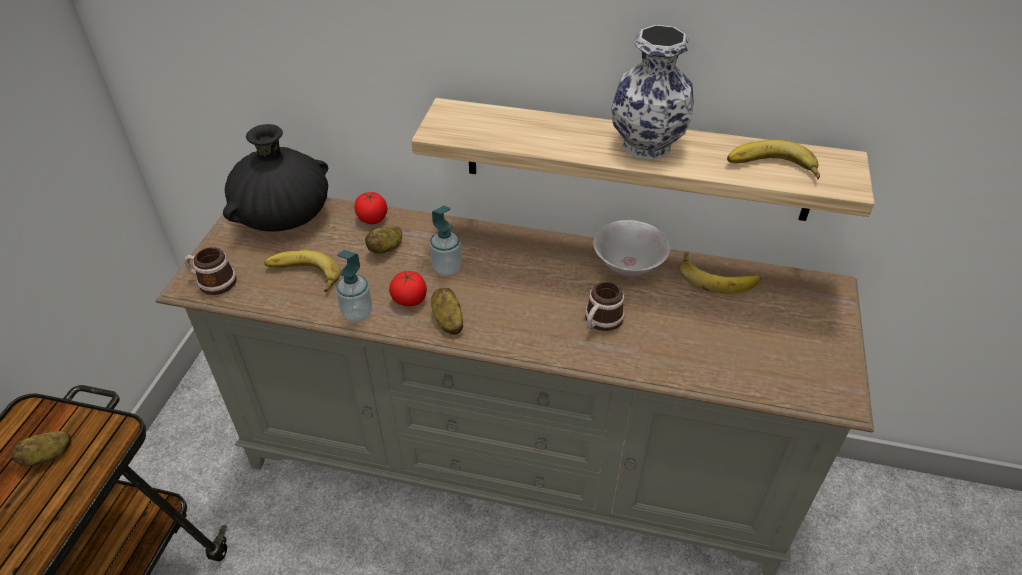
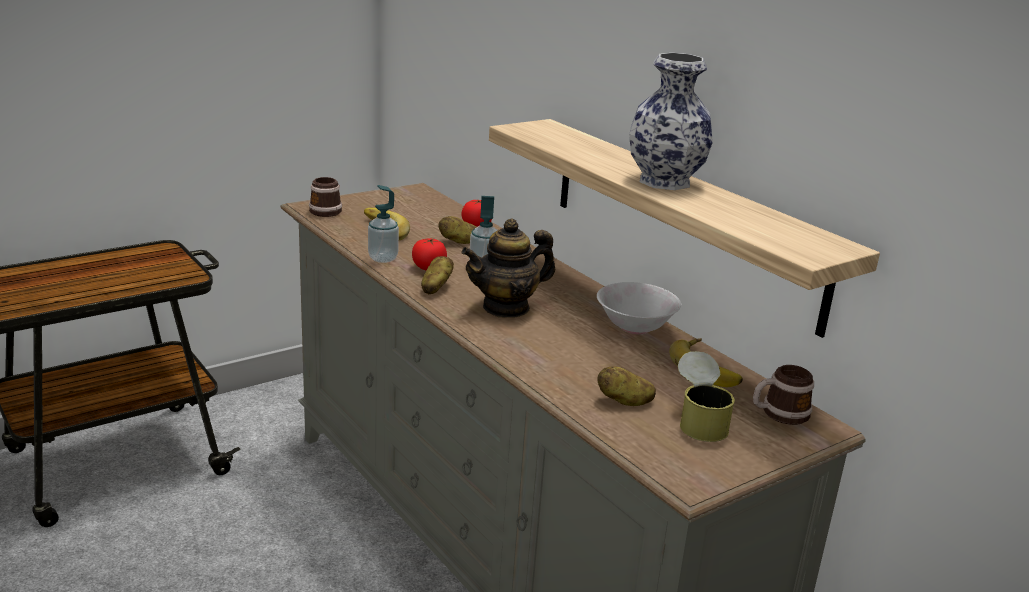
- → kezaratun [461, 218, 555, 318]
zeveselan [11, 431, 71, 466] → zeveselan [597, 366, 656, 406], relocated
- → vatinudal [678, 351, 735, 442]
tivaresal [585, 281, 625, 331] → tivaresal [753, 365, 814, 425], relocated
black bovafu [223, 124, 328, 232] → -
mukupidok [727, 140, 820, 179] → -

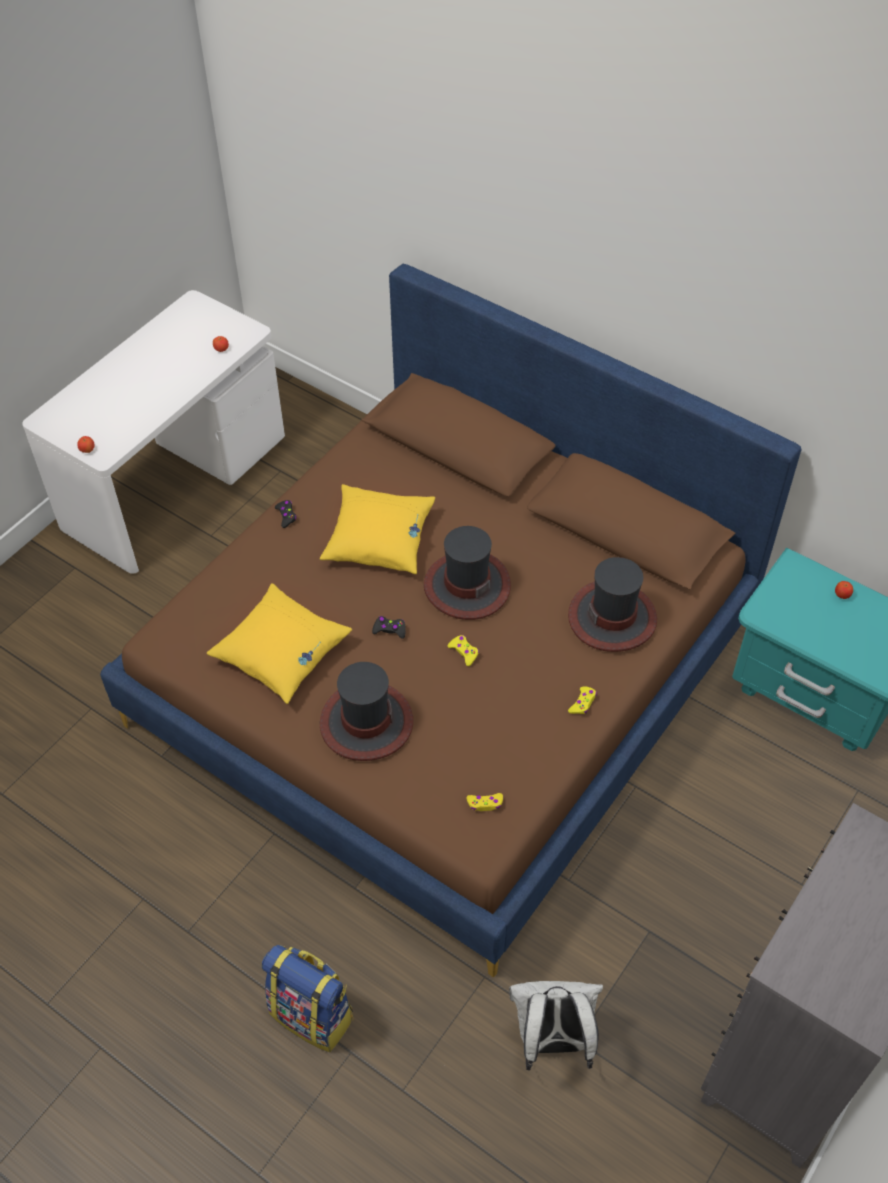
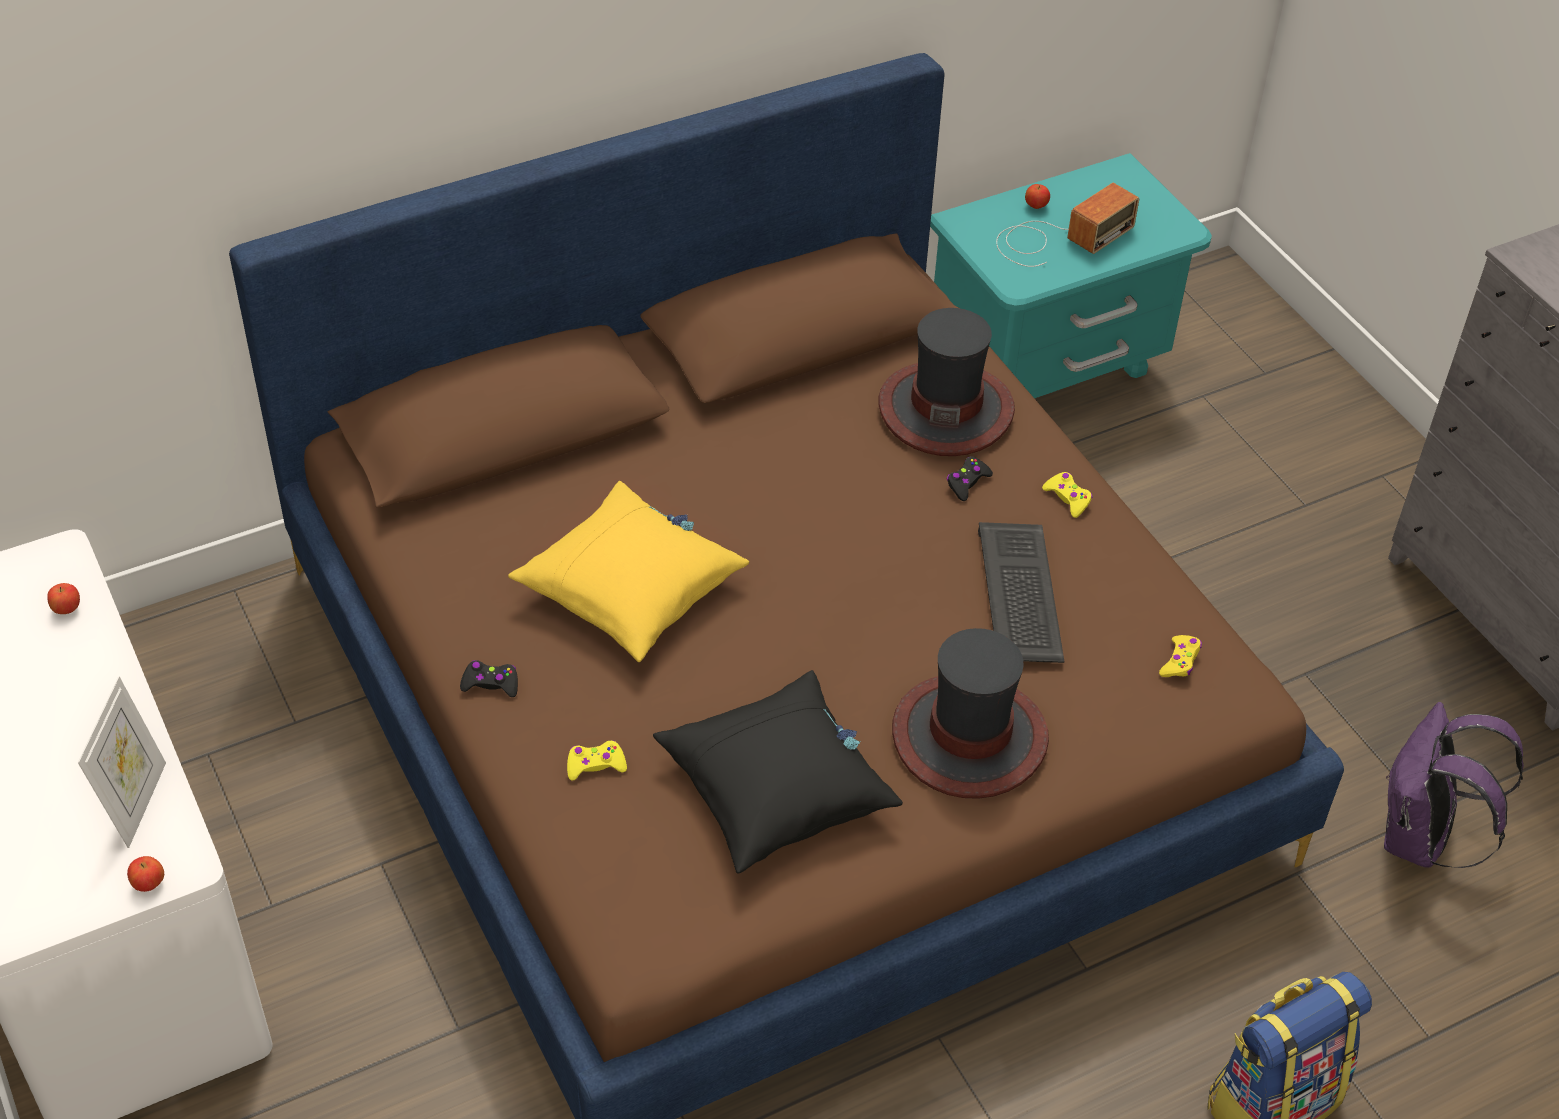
- → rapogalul [78, 676, 166, 848]
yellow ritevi [448, 635, 479, 666] → yellow ritevi [567, 741, 627, 781], relocated
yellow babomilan [207, 583, 352, 704] → black babomilan [653, 670, 903, 874]
black ritevi [372, 616, 406, 639] → black ritevi [947, 456, 993, 501], relocated
- → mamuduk [978, 522, 1065, 663]
- → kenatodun [996, 183, 1139, 267]
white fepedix [509, 981, 603, 1071] → purple fepedix [1384, 702, 1524, 868]
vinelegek [424, 526, 511, 620] → -

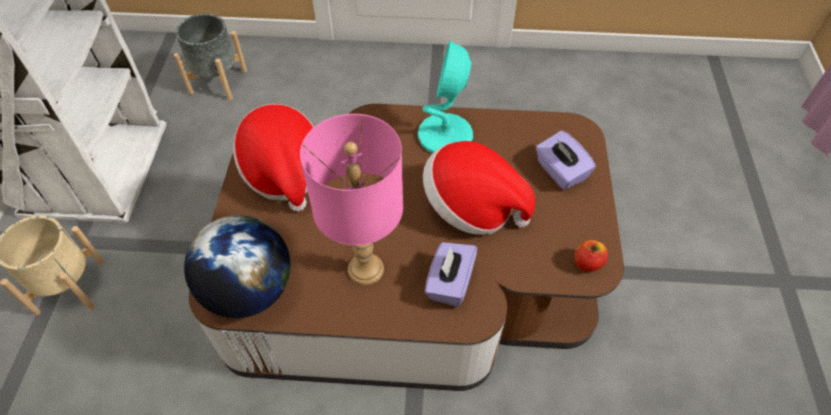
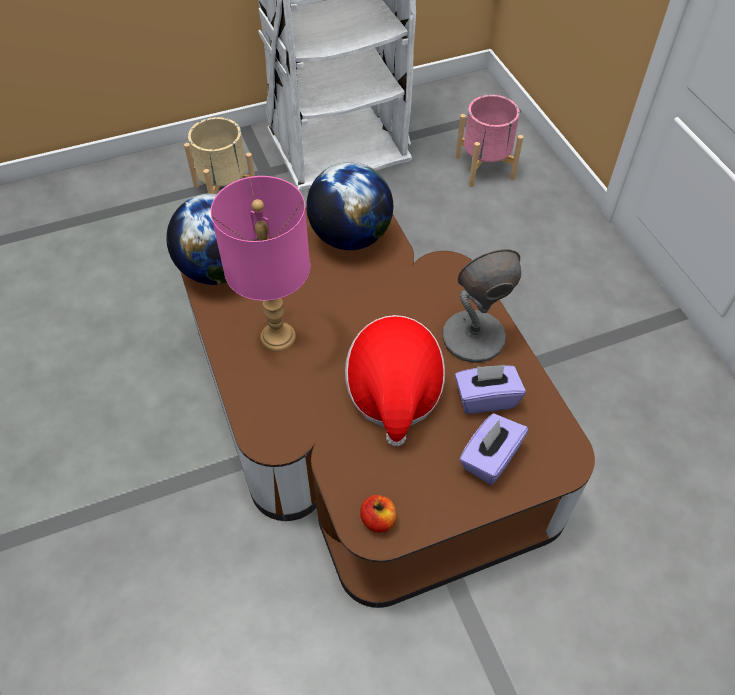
vinelegek [233, 104, 314, 212] → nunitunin [306, 162, 393, 250]
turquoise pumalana [418, 40, 473, 153] → grey pumalana [442, 249, 521, 363]
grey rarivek [174, 14, 247, 100] → pink rarivek [455, 95, 523, 187]
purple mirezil [425, 242, 477, 307] → purple mirezil [455, 365, 526, 414], relocated

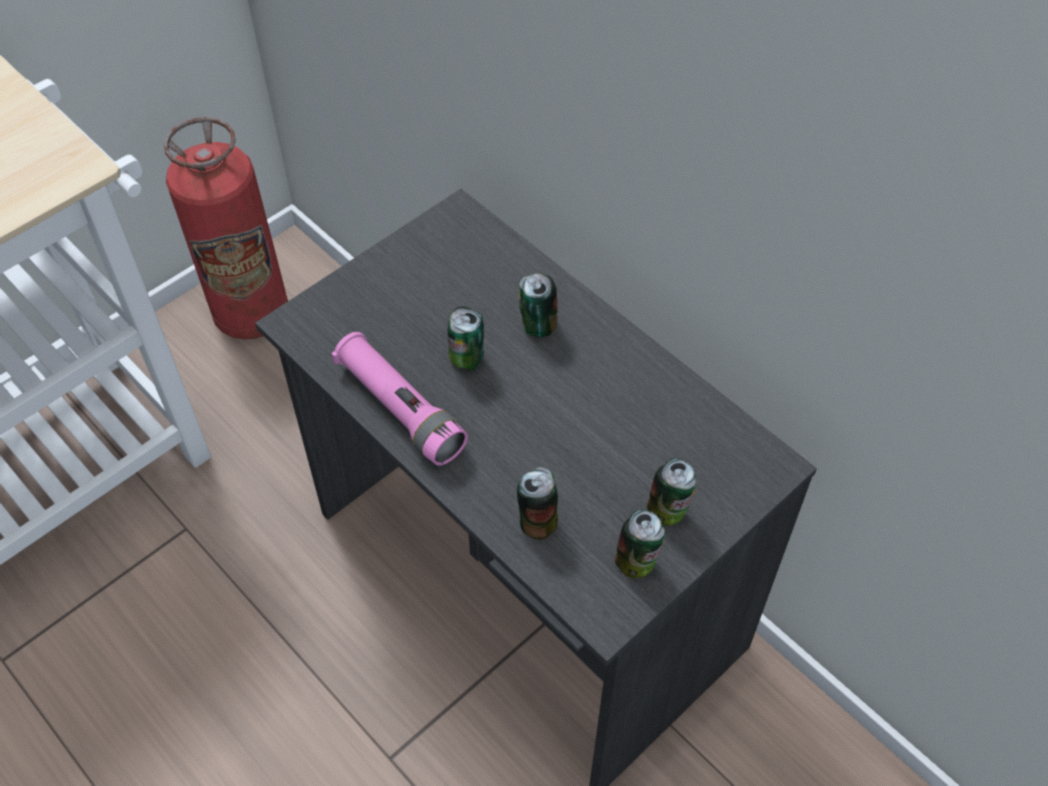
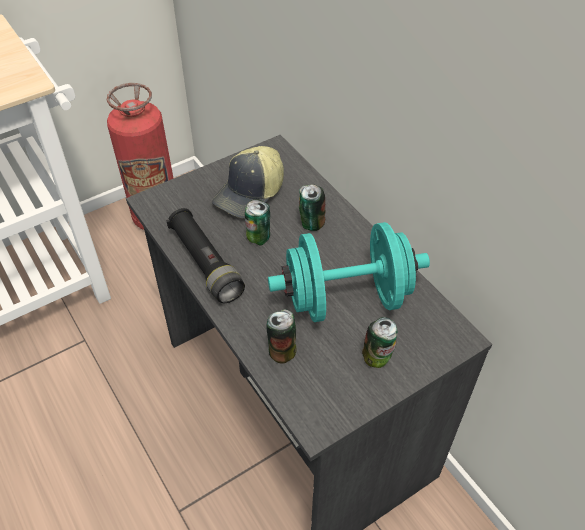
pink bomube [332, 332, 468, 466] → black bomube [166, 208, 245, 303]
- → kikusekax [212, 146, 284, 219]
- → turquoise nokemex [268, 222, 430, 322]
vatinudal [615, 510, 665, 578] → -

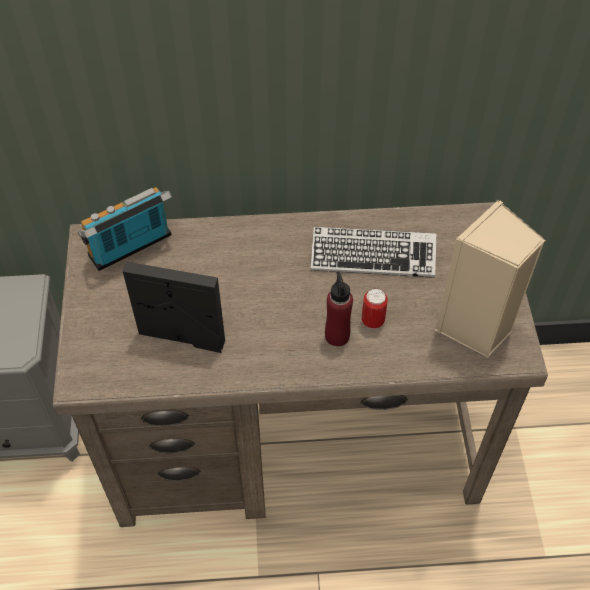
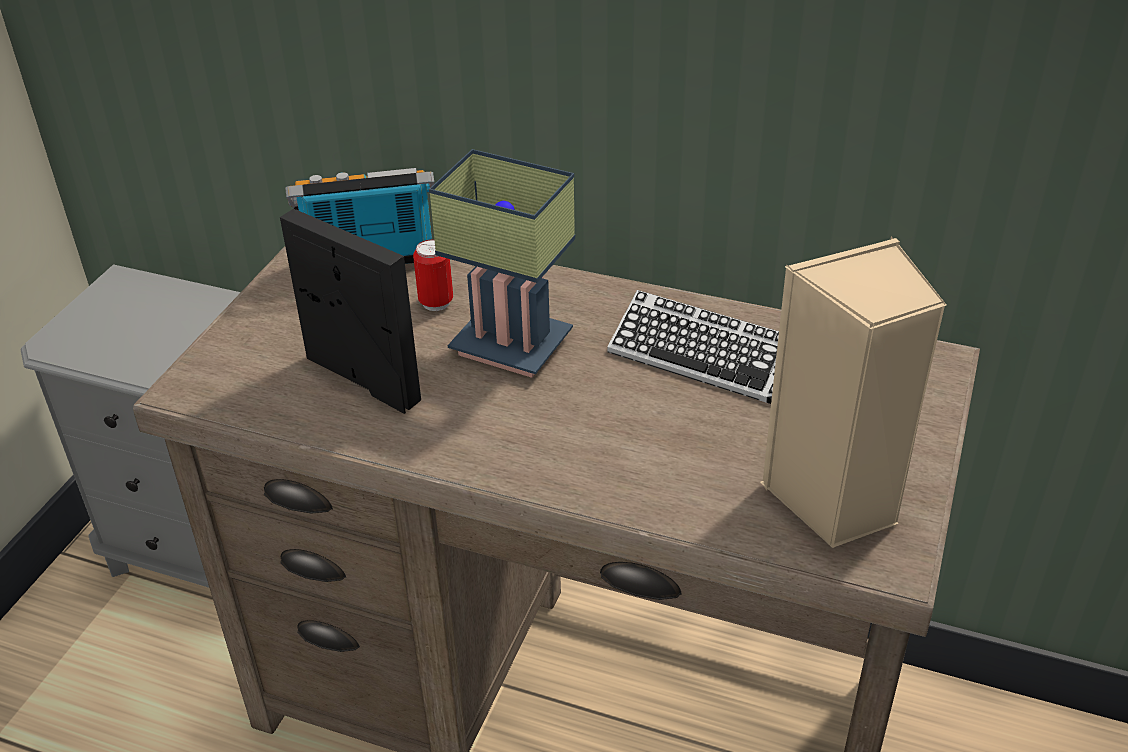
vatinudal [362, 288, 388, 329] → vatinudal [413, 239, 453, 311], relocated
- → pumalana [429, 149, 575, 378]
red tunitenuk [325, 272, 353, 346] → -

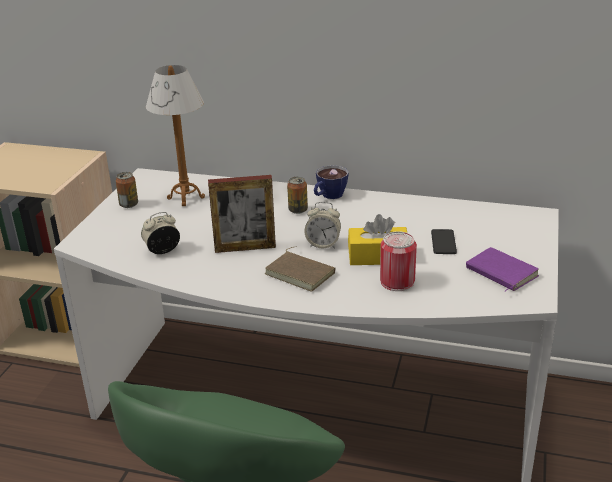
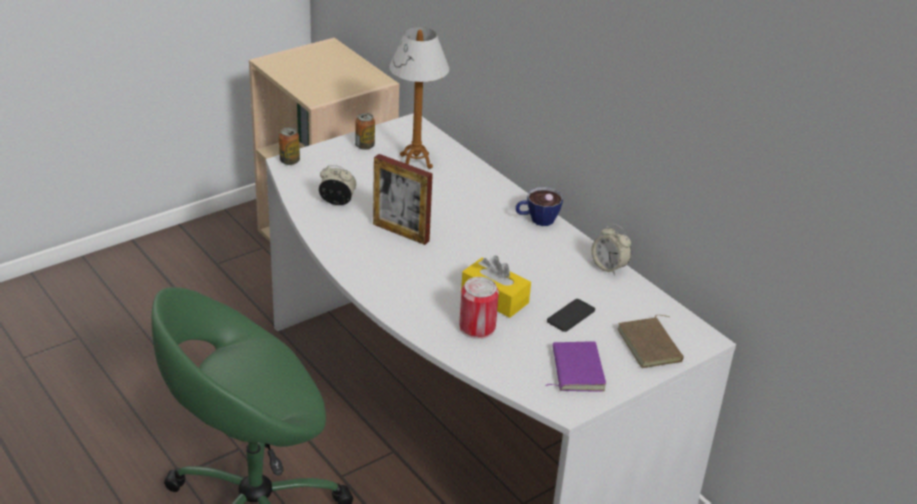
vatinudal [287, 177, 308, 214] → vatinudal [279, 127, 300, 165], relocated
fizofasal [304, 202, 341, 248] → fizofasal [591, 224, 631, 276], relocated
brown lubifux [265, 247, 335, 292] → brown lubifux [617, 315, 684, 368], relocated

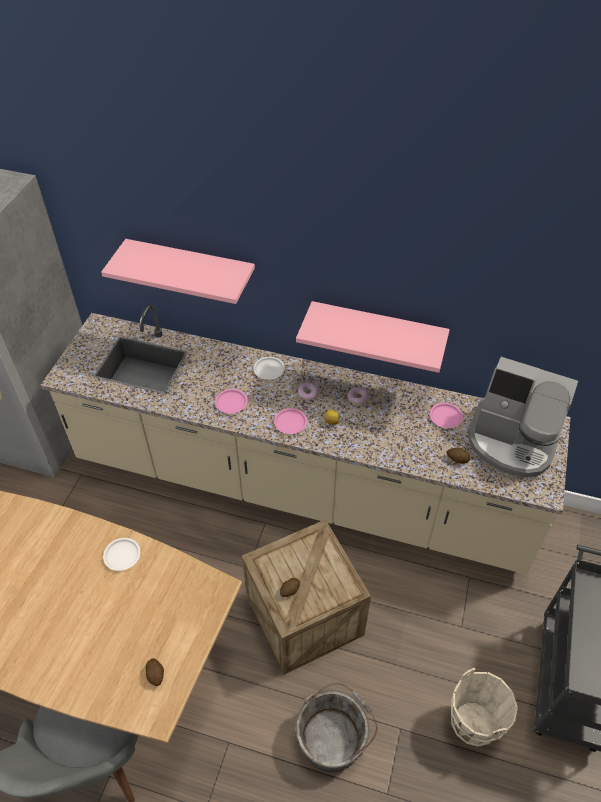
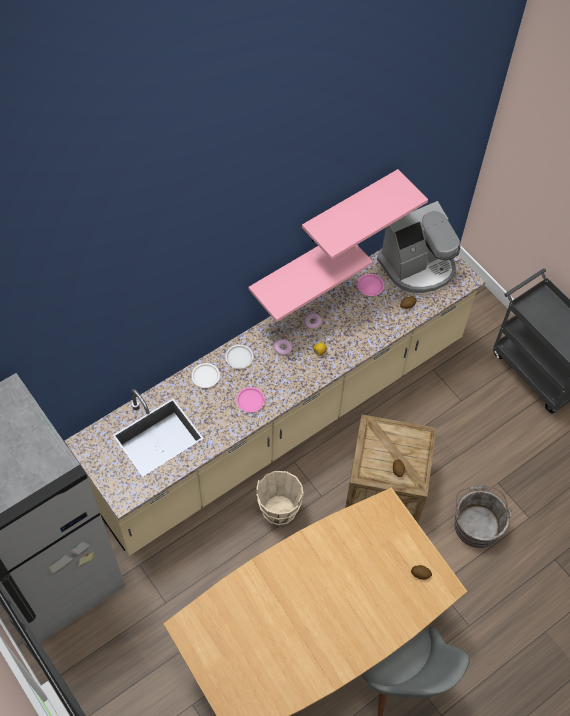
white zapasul [103, 538, 140, 571] → white zapasul [191, 363, 220, 388], relocated
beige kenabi [451, 668, 518, 747] → beige kenabi [256, 471, 304, 526], relocated
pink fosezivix [101, 239, 255, 304] → pink fosezivix [302, 169, 428, 260], relocated
pink zapasul [274, 408, 307, 434] → -

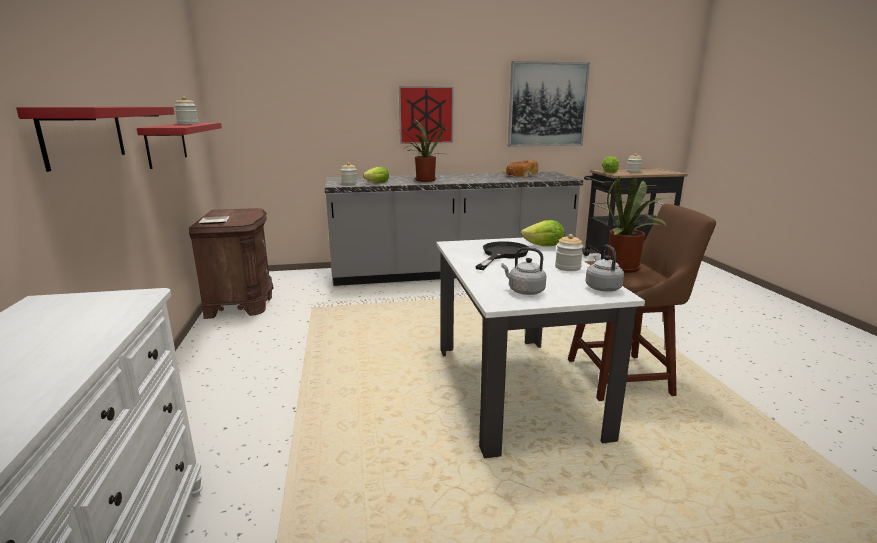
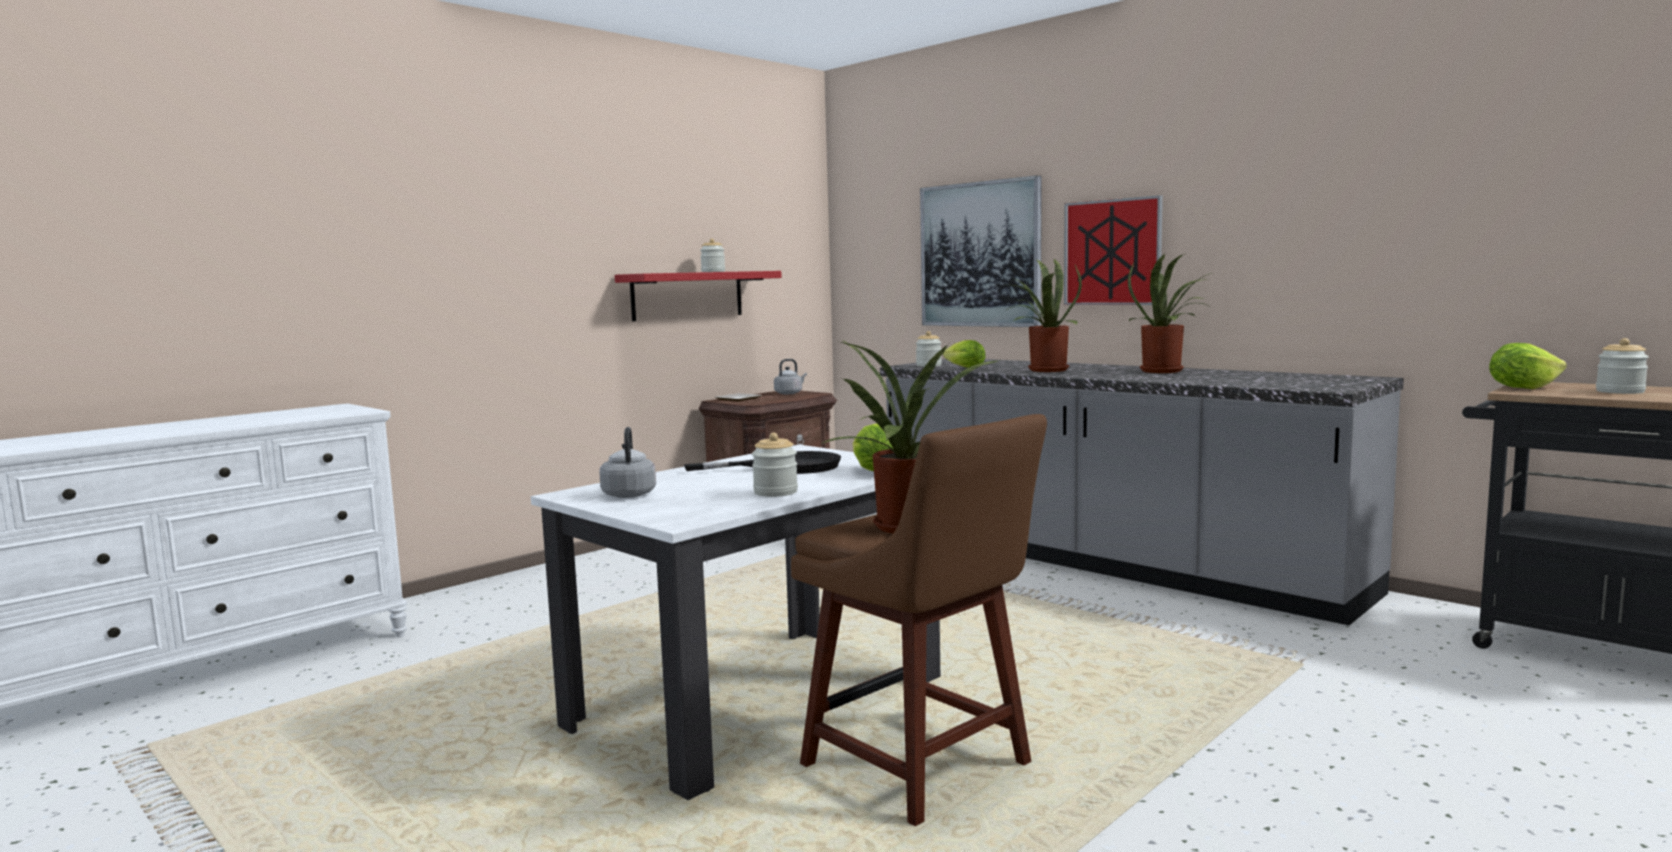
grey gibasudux [586, 244, 624, 292] → grey gibasudux [774, 359, 807, 394], relocated
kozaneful [508, 61, 590, 146] → kozaneful [920, 175, 1042, 327], relocated
- → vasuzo [1128, 253, 1212, 373]
red fosezivix [16, 107, 174, 172] → -
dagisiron [503, 160, 538, 177] → -

